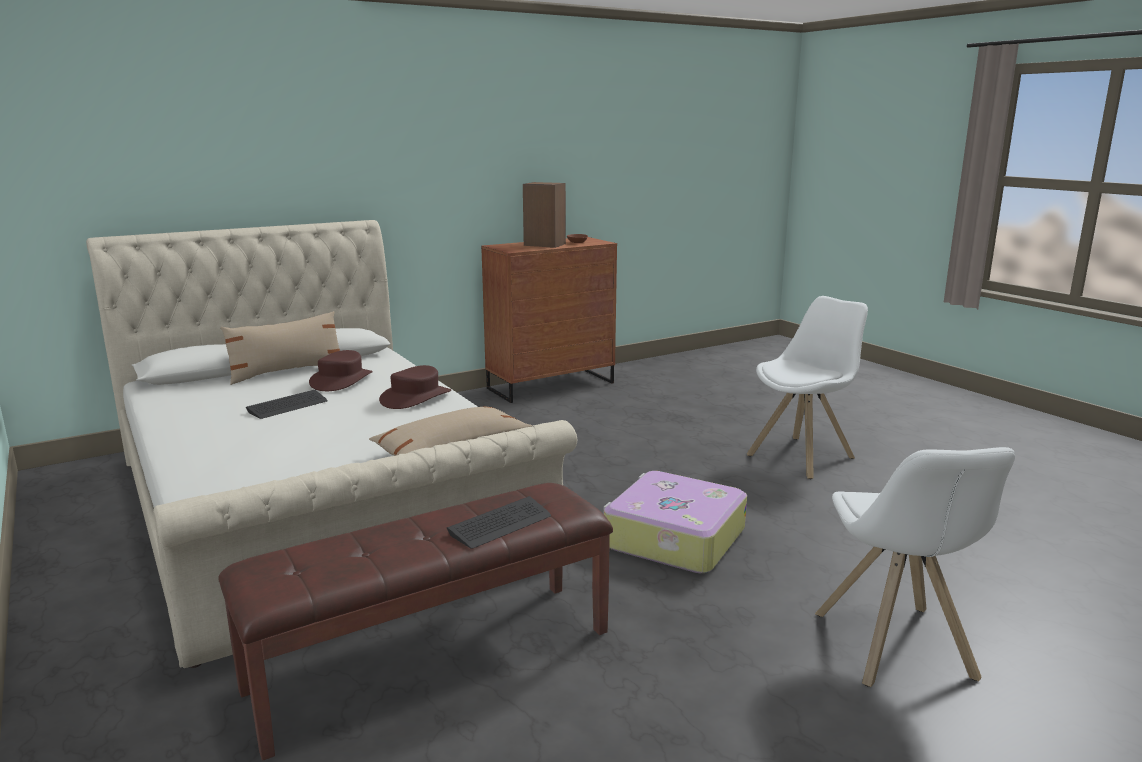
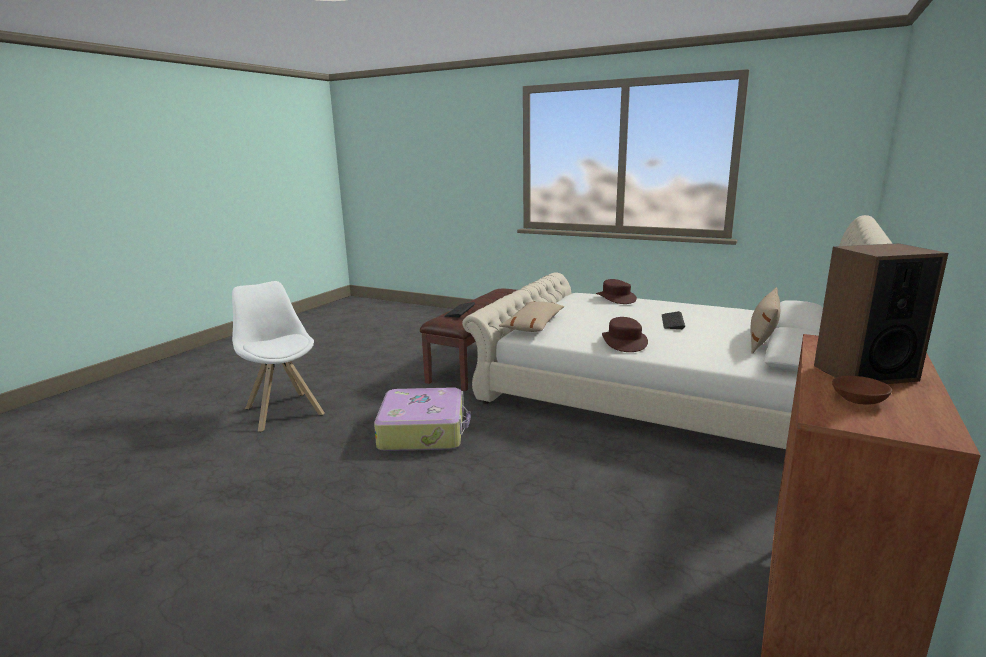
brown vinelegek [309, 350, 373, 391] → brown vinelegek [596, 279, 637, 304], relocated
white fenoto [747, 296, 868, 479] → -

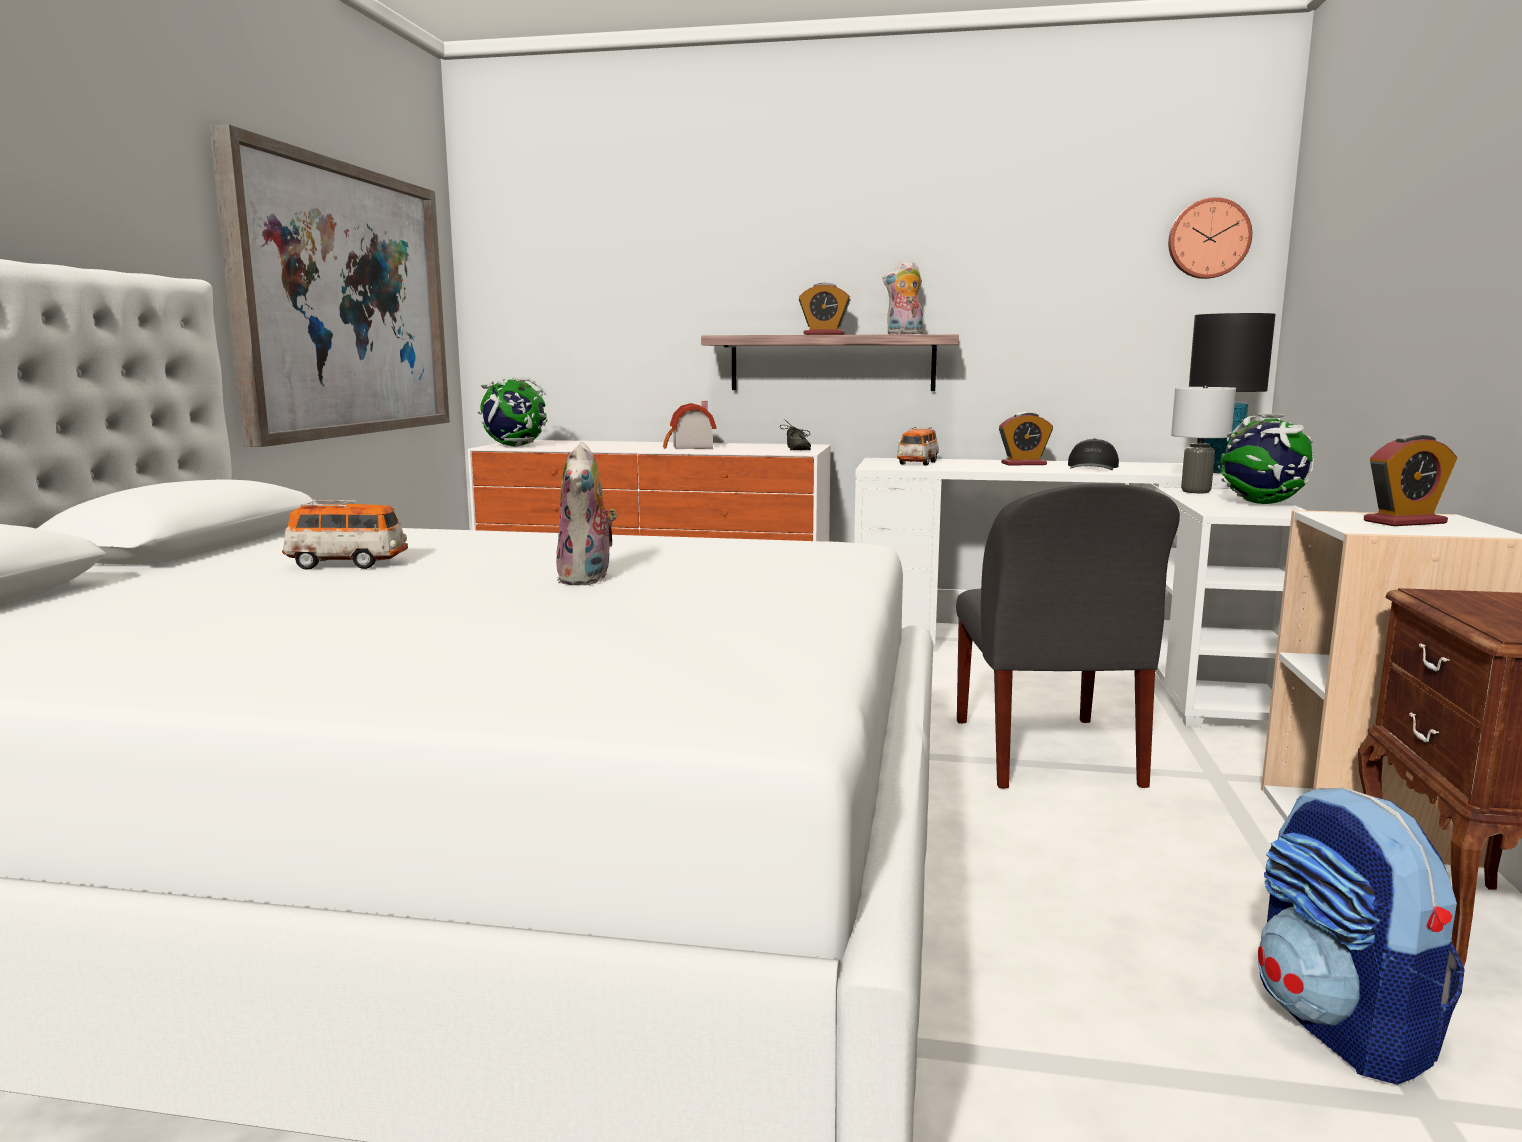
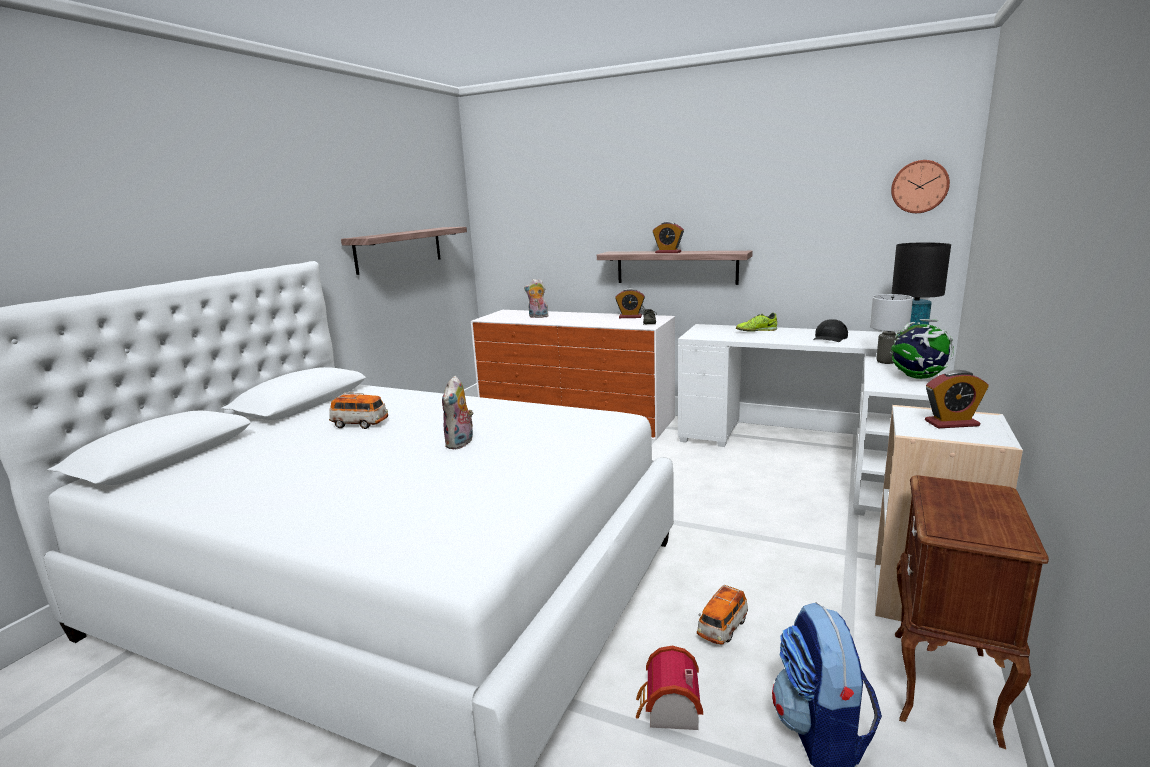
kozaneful [209, 125, 450, 447] → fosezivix [341, 227, 467, 275]
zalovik [883, 261, 923, 335] → zalovik [524, 279, 549, 318], relocated
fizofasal [999, 412, 1053, 466] → fizofasal [615, 288, 645, 318], relocated
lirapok [663, 401, 716, 449] → lirapok [636, 646, 703, 730], relocated
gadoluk [897, 427, 939, 466] → gadoluk [697, 585, 748, 644], relocated
- → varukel [736, 313, 777, 332]
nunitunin [477, 377, 547, 447] → -
grey fenoto [956, 483, 1180, 789] → -

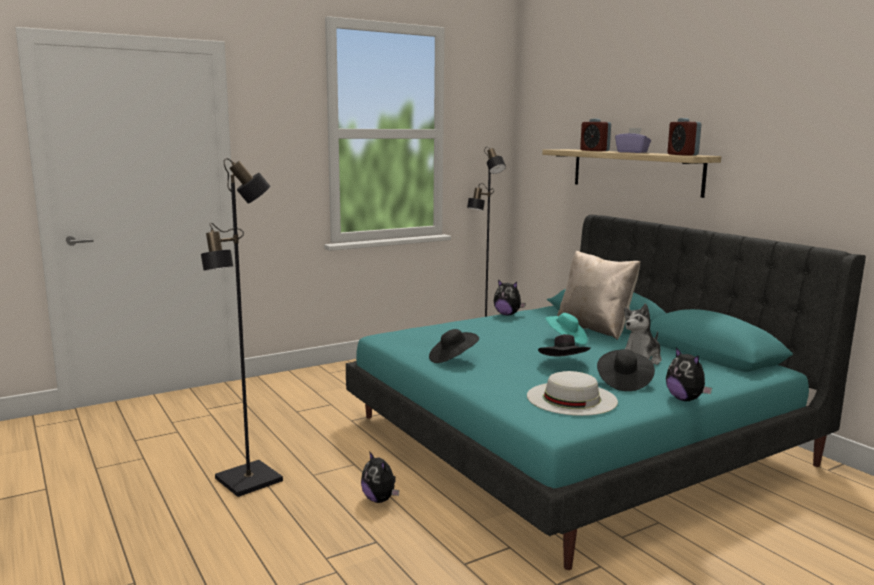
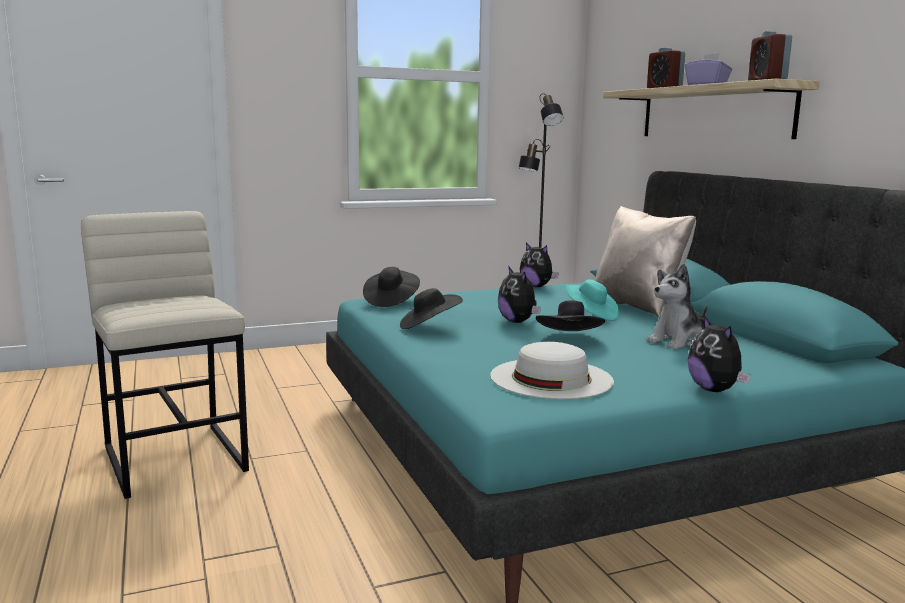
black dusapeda [201, 158, 283, 497] → beige fenoto [81, 211, 249, 499]
black vinelegek [597, 349, 655, 391] → black vinelegek [363, 267, 420, 307], relocated
zalovik [361, 451, 399, 503] → zalovik [498, 267, 541, 323], relocated

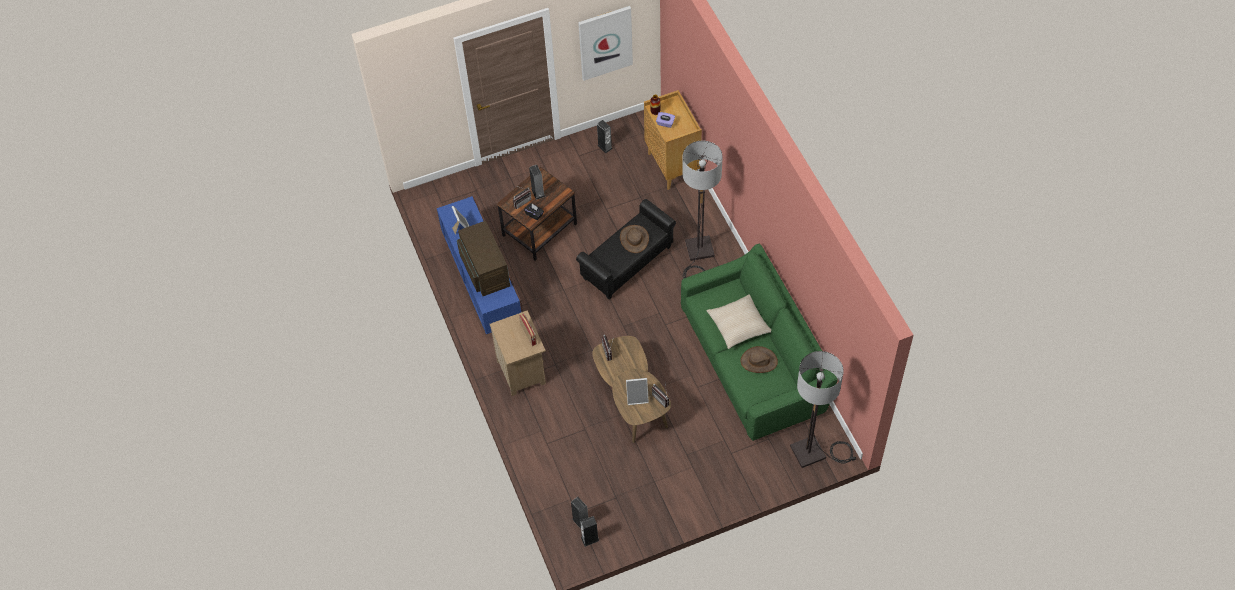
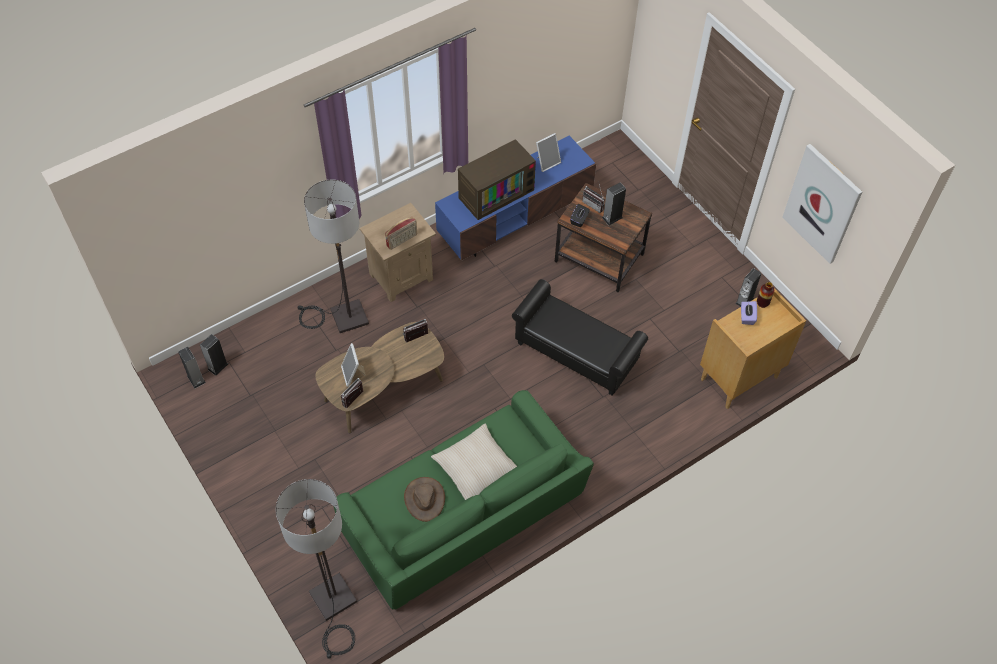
dusapeda [682, 141, 723, 278] → dusapeda [297, 180, 369, 333], relocated
brown vinelegek [620, 225, 649, 253] → -

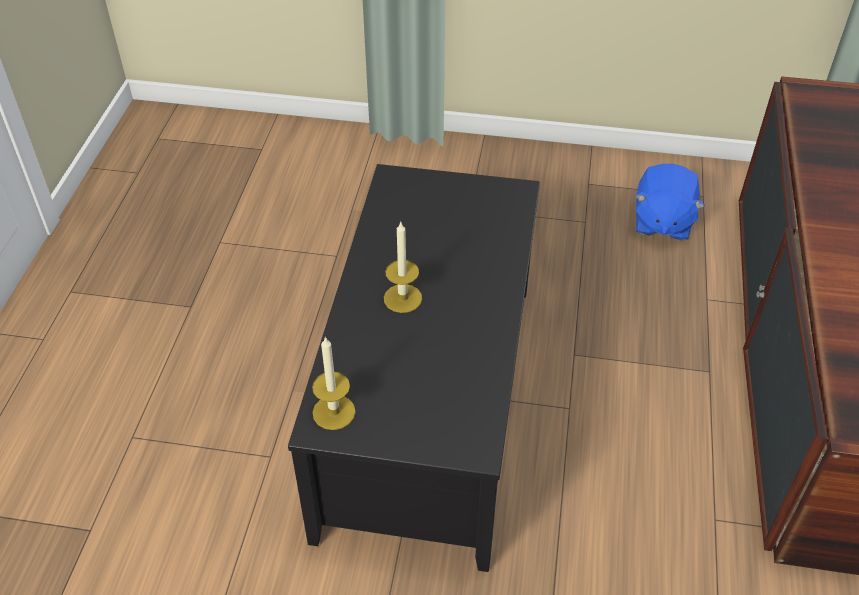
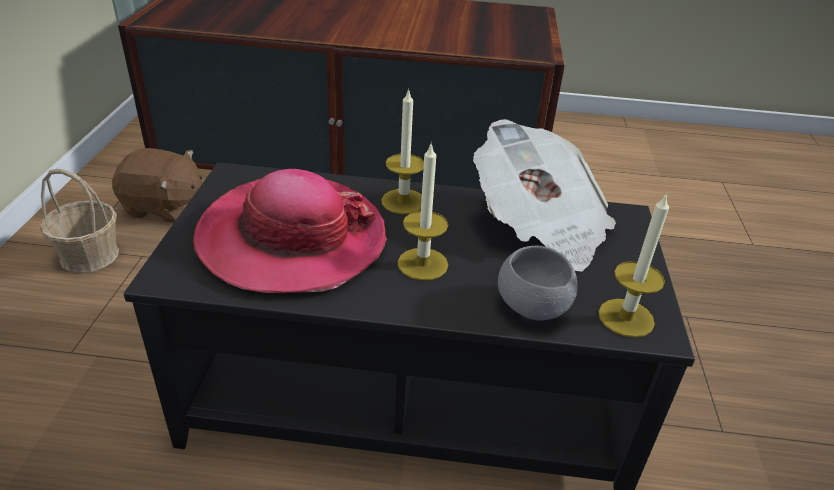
- → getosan [40, 169, 119, 273]
blue zalovik [635, 164, 705, 240] → brown zalovik [112, 148, 203, 223]
- → vinelegek [193, 169, 387, 293]
- → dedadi [381, 88, 424, 214]
- → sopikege [473, 119, 616, 272]
- → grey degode [498, 245, 578, 320]

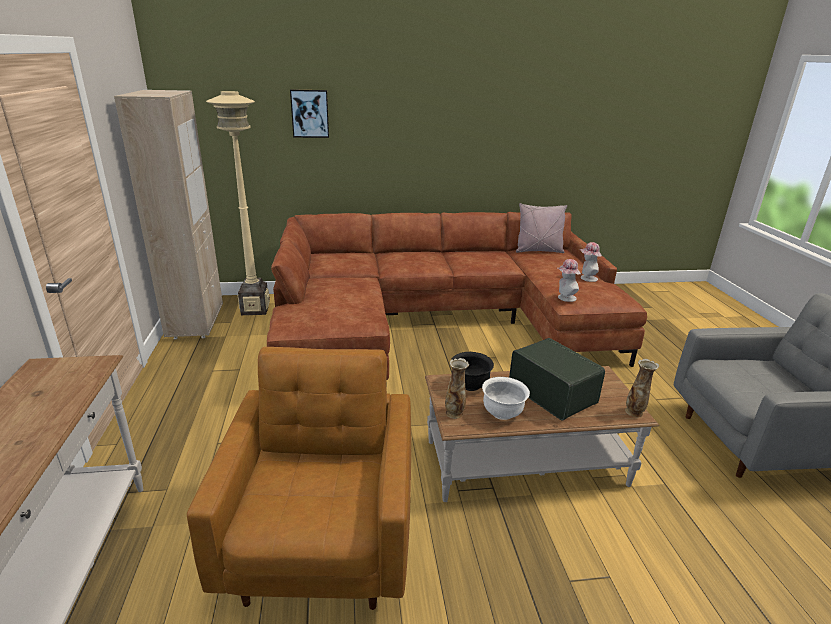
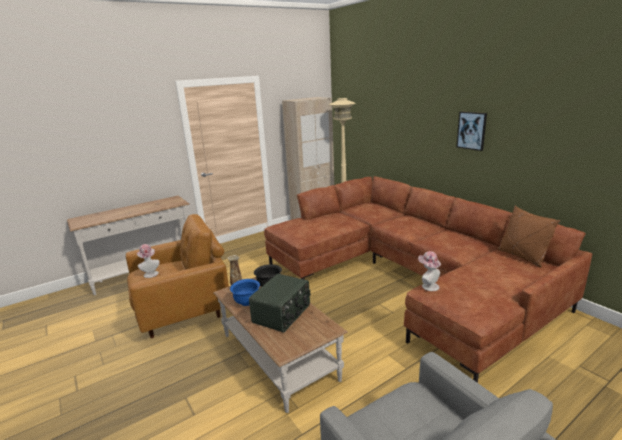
vinelegek [580, 242, 602, 282] → vinelegek [137, 244, 160, 278], relocated
white degode [482, 377, 530, 420] → blue degode [230, 279, 260, 306]
kozaneful [290, 89, 329, 138] → kozaneful [456, 111, 487, 151], relocated
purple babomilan [516, 203, 567, 253] → brown babomilan [497, 206, 560, 268]
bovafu [625, 359, 659, 417] → -

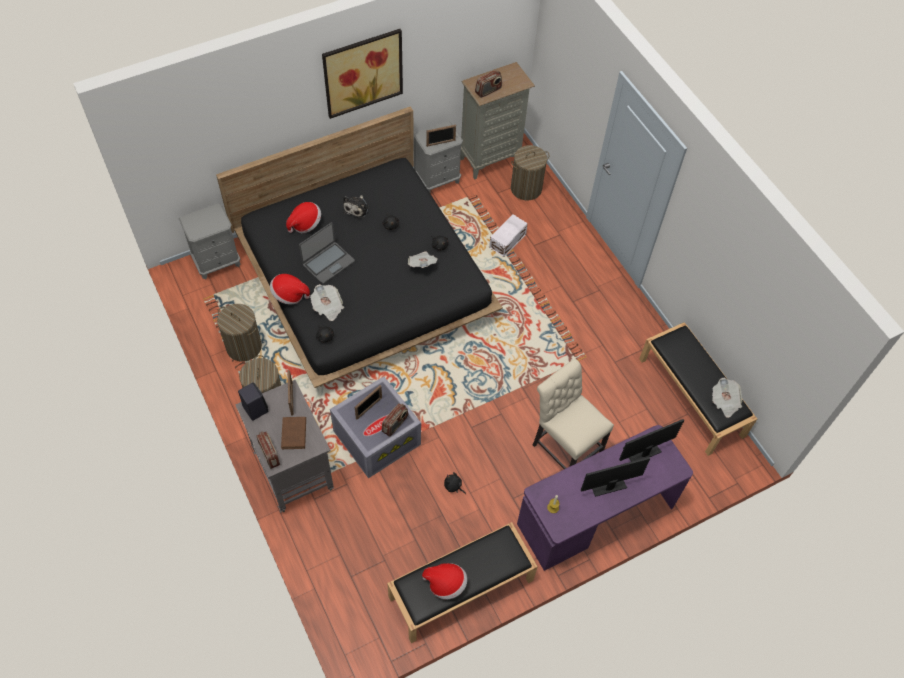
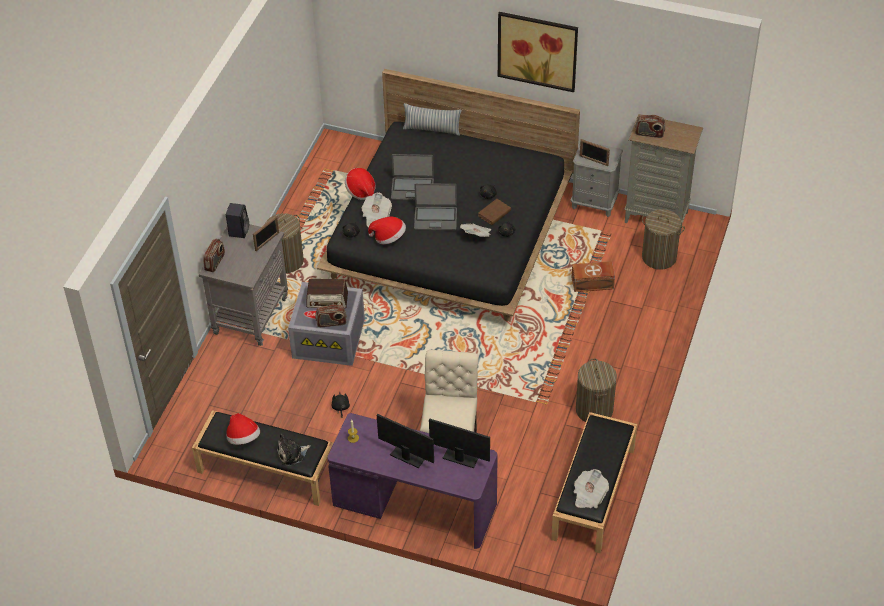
zalovik [343, 195, 369, 219] → zalovik [276, 434, 311, 466], relocated
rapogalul [355, 385, 382, 419] → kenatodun [306, 279, 348, 308]
vinelegek [286, 202, 321, 233] → vinelegek [368, 217, 406, 244], relocated
- → babomilan [403, 103, 462, 136]
- → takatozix [414, 183, 457, 231]
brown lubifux [281, 417, 306, 449] → brown lubifux [478, 199, 511, 225], relocated
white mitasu [489, 214, 528, 257] → brown mitasu [572, 261, 615, 292]
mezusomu [217, 304, 262, 362] → mezusomu [576, 358, 617, 422], relocated
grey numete [178, 203, 240, 279] → -

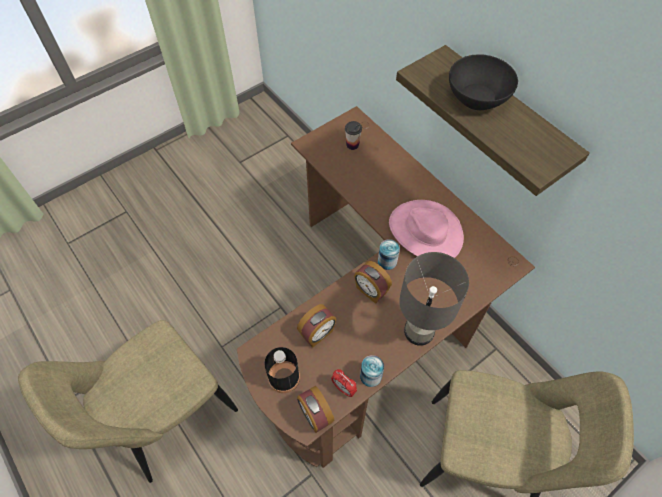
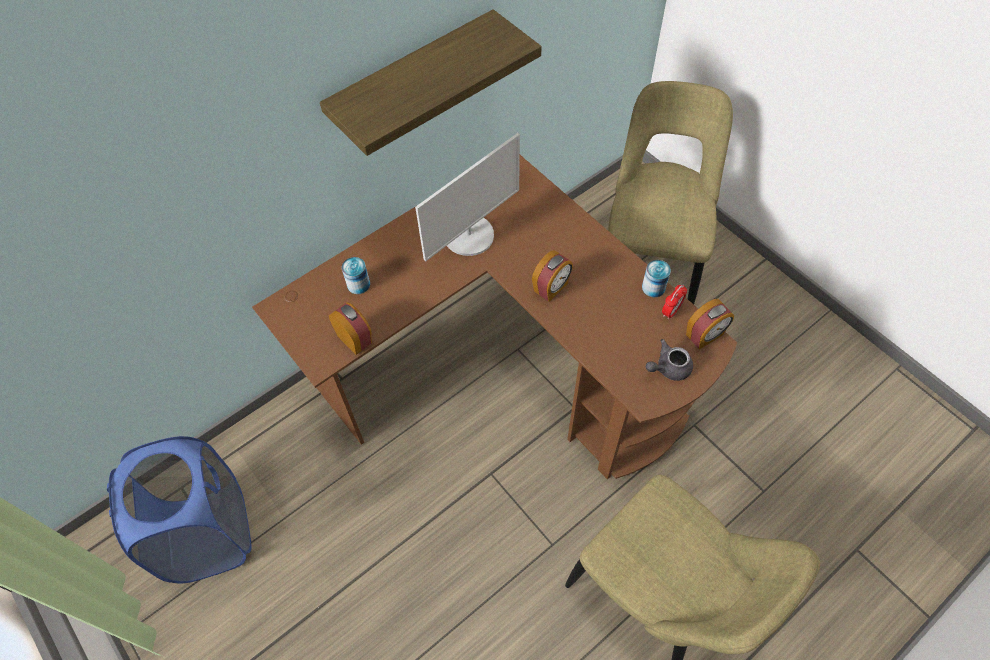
- → blue mezusomu [107, 436, 252, 584]
fizofasal [297, 304, 337, 348] → fizofasal [329, 302, 372, 355], relocated
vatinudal [378, 239, 400, 270] → vatinudal [342, 257, 370, 294], relocated
pink vinelegek [389, 200, 464, 258] → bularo [415, 133, 520, 261]
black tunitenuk [264, 347, 300, 393] → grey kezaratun [646, 339, 693, 381]
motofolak [345, 121, 362, 150] → -
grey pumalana [399, 252, 469, 346] → -
black degode [449, 54, 518, 110] → -

